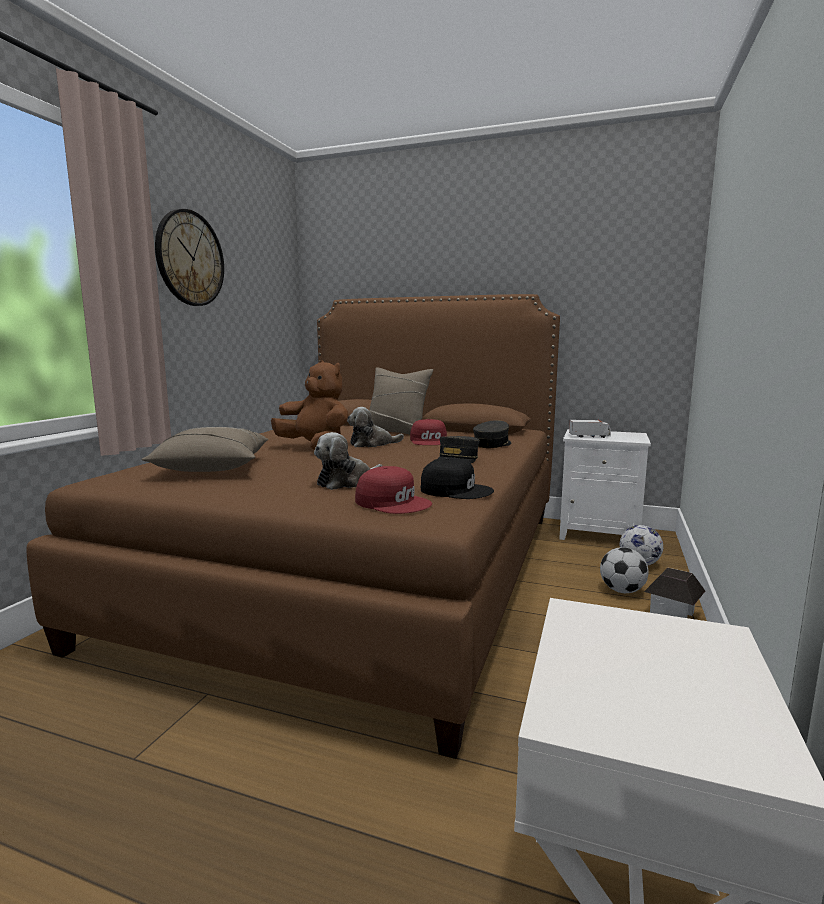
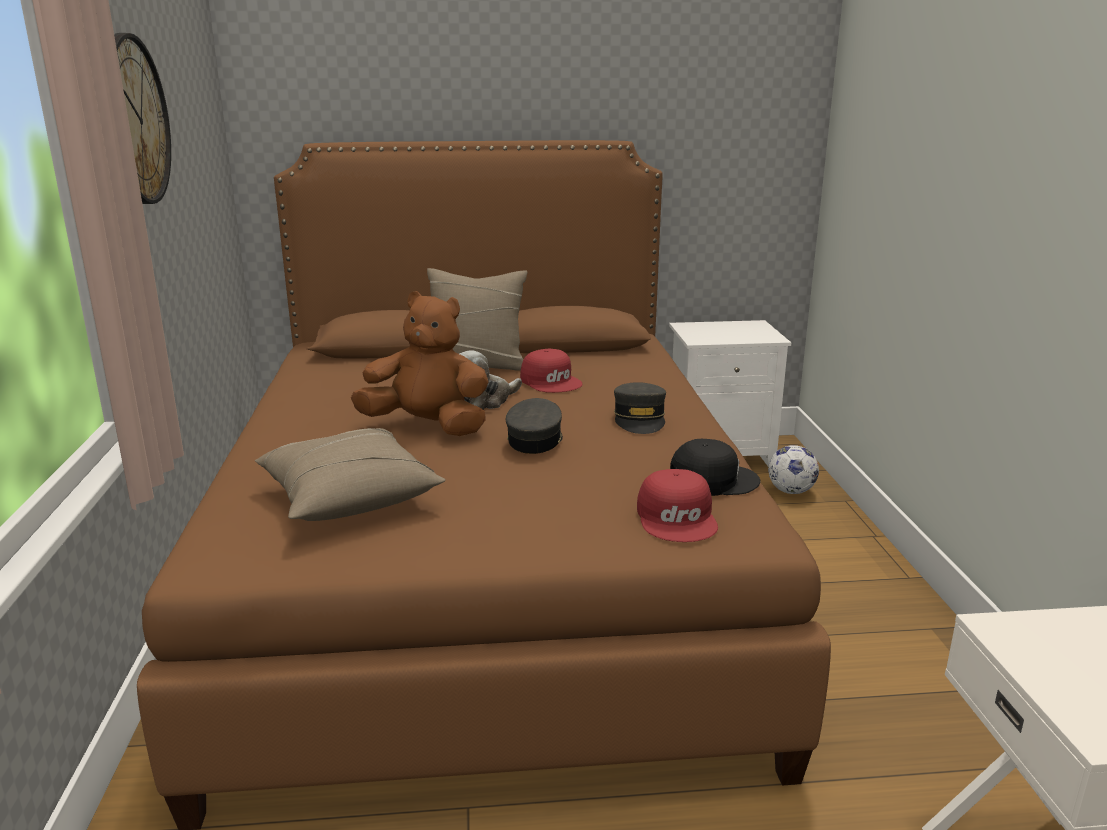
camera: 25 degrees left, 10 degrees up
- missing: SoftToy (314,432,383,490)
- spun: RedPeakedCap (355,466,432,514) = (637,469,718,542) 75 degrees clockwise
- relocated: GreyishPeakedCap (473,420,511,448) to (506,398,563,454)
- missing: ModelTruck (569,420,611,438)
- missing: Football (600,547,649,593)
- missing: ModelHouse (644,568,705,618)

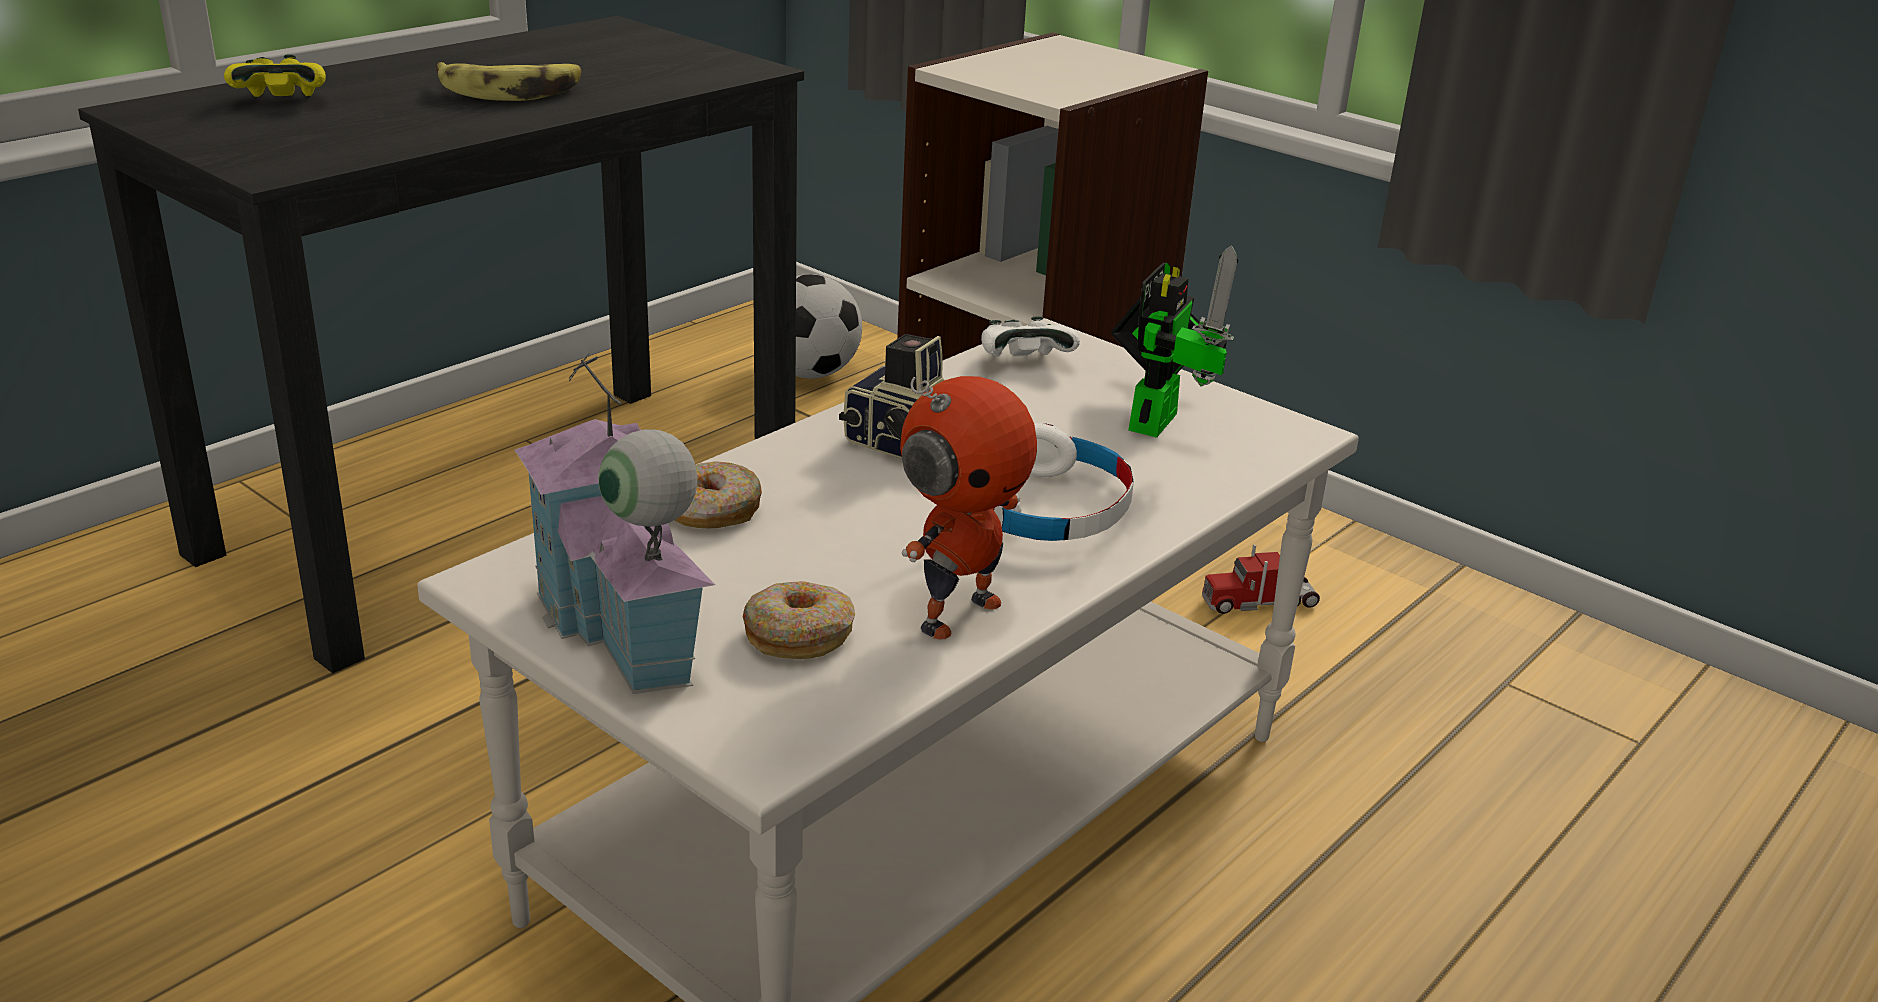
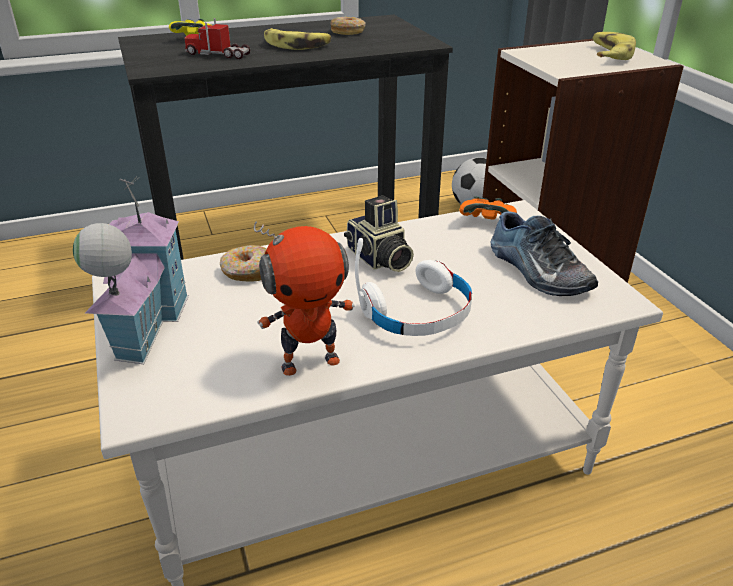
camera: 30 degrees right, 5 degrees up
- relocated: Doughnut (743,581,855,659) to (330,17,366,35)
- colour: WhiteGameController (981,316,1080,356) to OrangeyGameController (459,196,517,219)
- exchanged: RobotFigure (1111,246,1238,438) to Shoe (491,211,598,296)
- relocated: ModelTruck (1202,544,1320,614) to (184,18,250,59)
- appeared: WholeBanana (592,32,636,60)

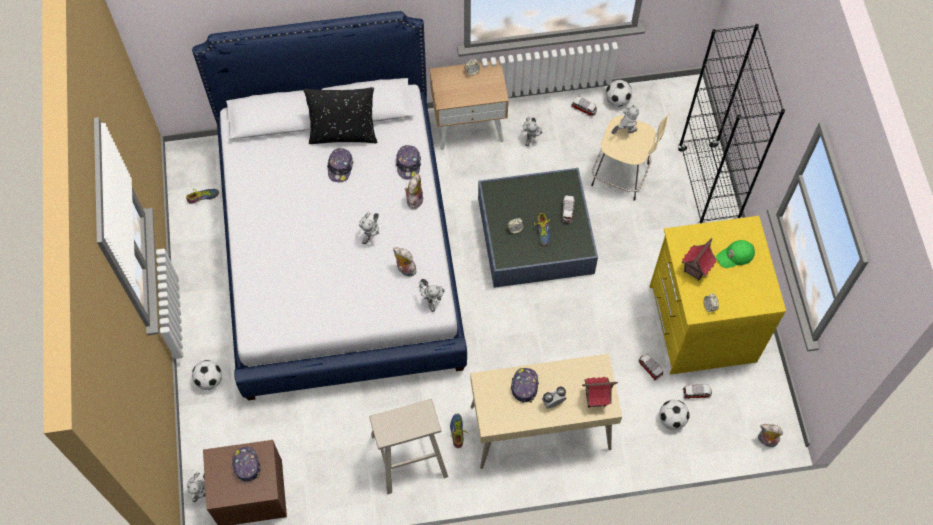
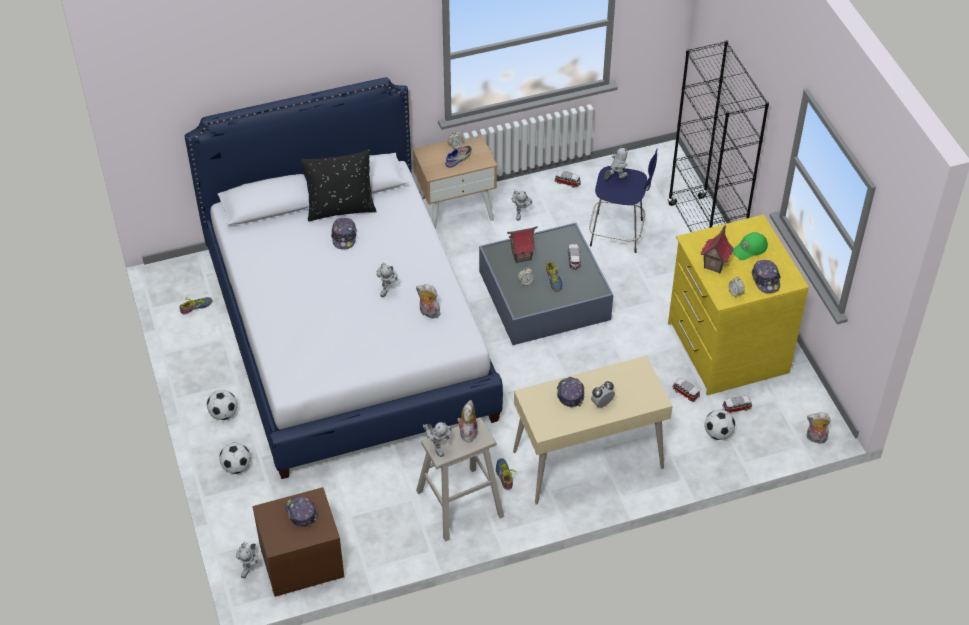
camera: 10 degrees left, 15 degrees down
- relocated: PeakedCap (396,145,421,179) to (752,260,781,293)
- relocated: SoftToy (405,174,424,210) to (457,400,478,444)
- relocated: RobotFigure (419,279,445,312) to (423,422,452,457)
- relocated: ModelHouse (582,377,618,408) to (507,226,538,263)
- colour: BeigeColouredStool (591,114,669,201) to BluishStool (589,149,657,253)
- relocated: Football (606,80,632,106) to (207,390,237,420)
- appeared: Shoe (445,146,472,168)

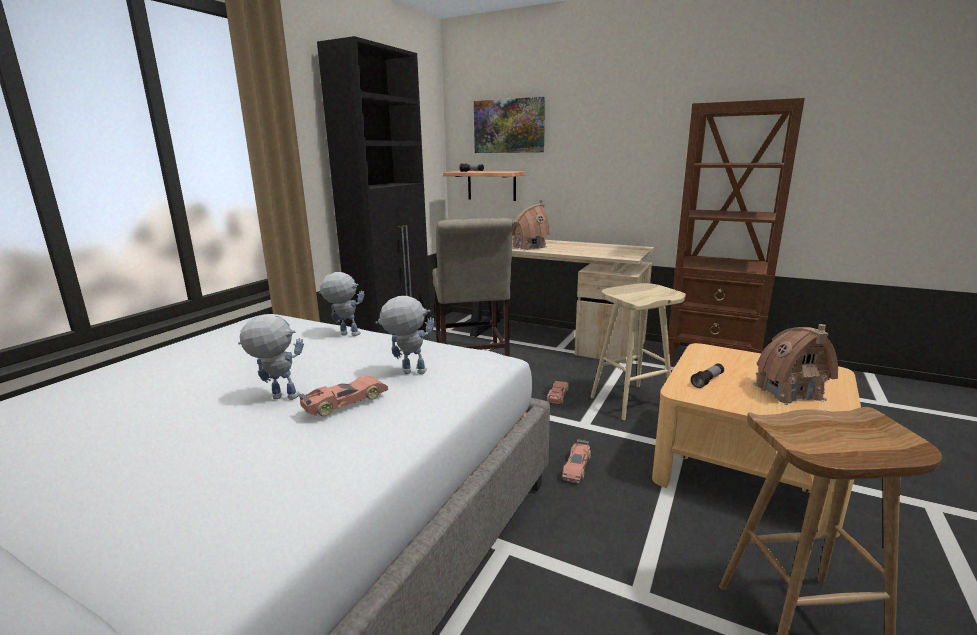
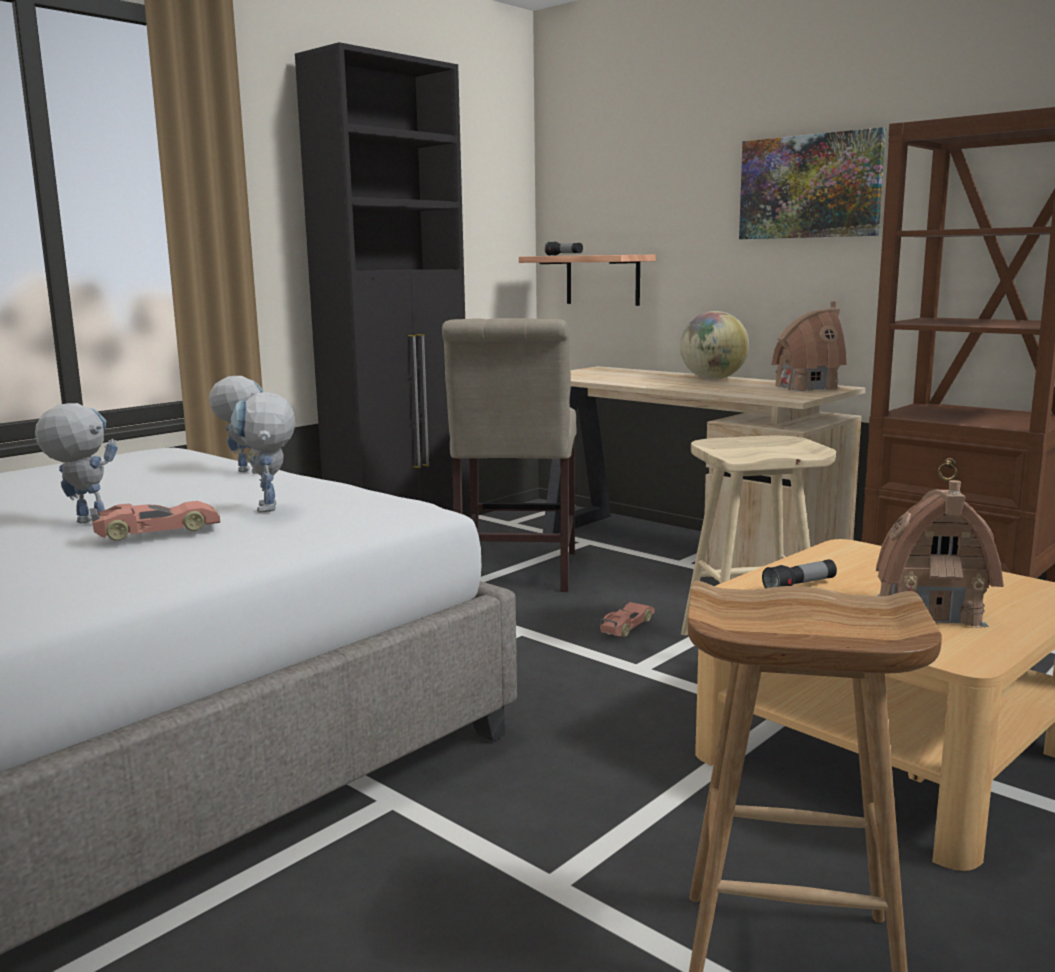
camera: 15 degrees right, 5 degrees down
- spun: RobotFigure (375,296,435,374) = (231,392,296,513) 120 degrees counterclockwise
- relocated: WallPicture (474,97,545,153) to (739,127,886,239)
- relocated: ModelHouse (512,200,550,250) to (771,301,847,392)
- missing: ModelCar (562,439,591,483)
- appeared: Globe (680,311,749,380)

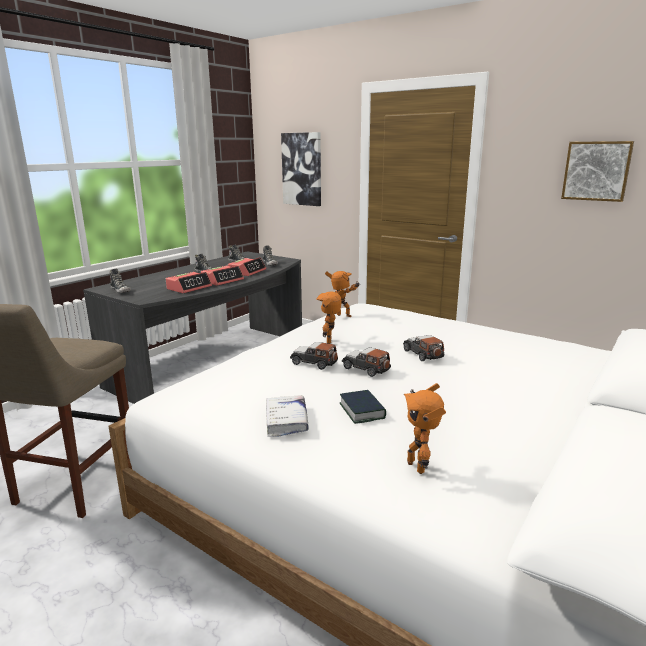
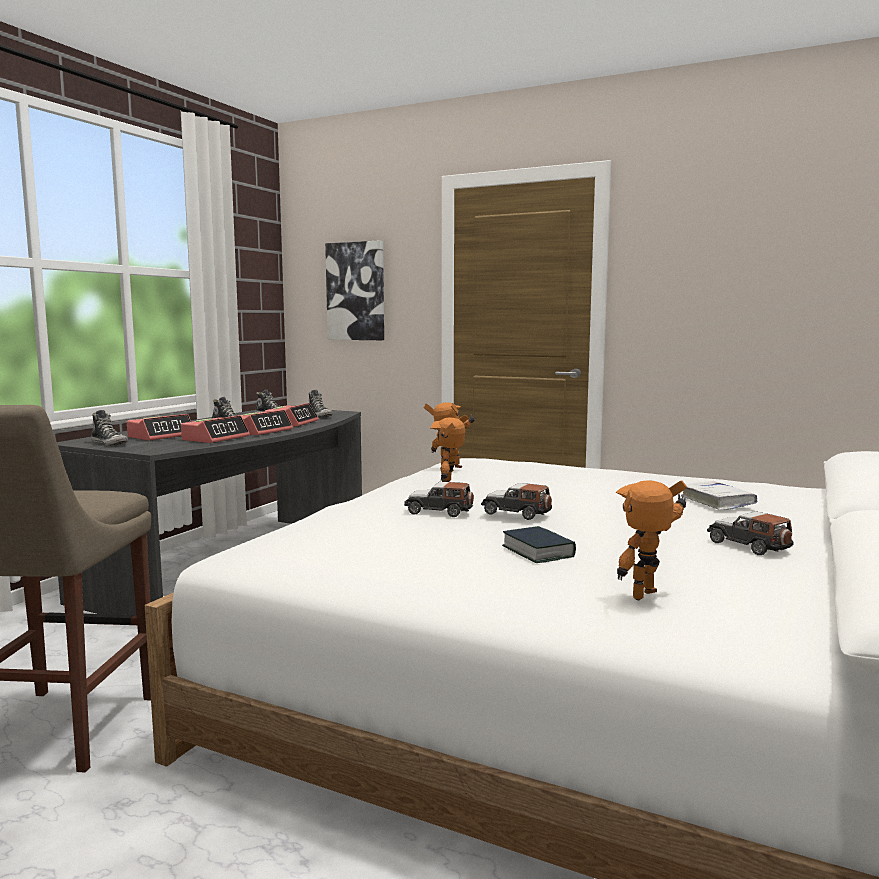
camera: 10 degrees left, 10 degrees down
- relocated: WhiteBook (266,395,309,437) to (681,481,757,510)
- relocated: ModelCar (403,335,444,361) to (707,511,794,555)
- spun: RobotFigure (404,383,446,474) = (616,480,687,600) 75 degrees clockwise
- missing: WallPicture (561,141,634,202)
- appeared: TableClock (127,414,191,441)

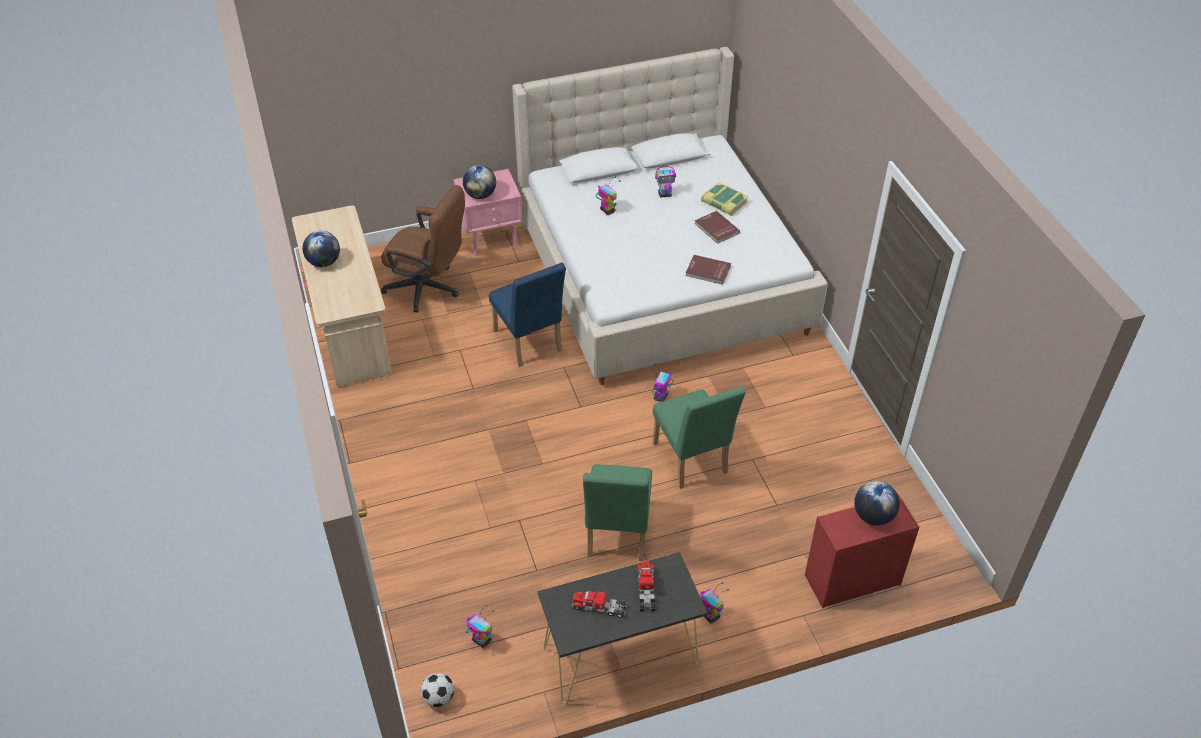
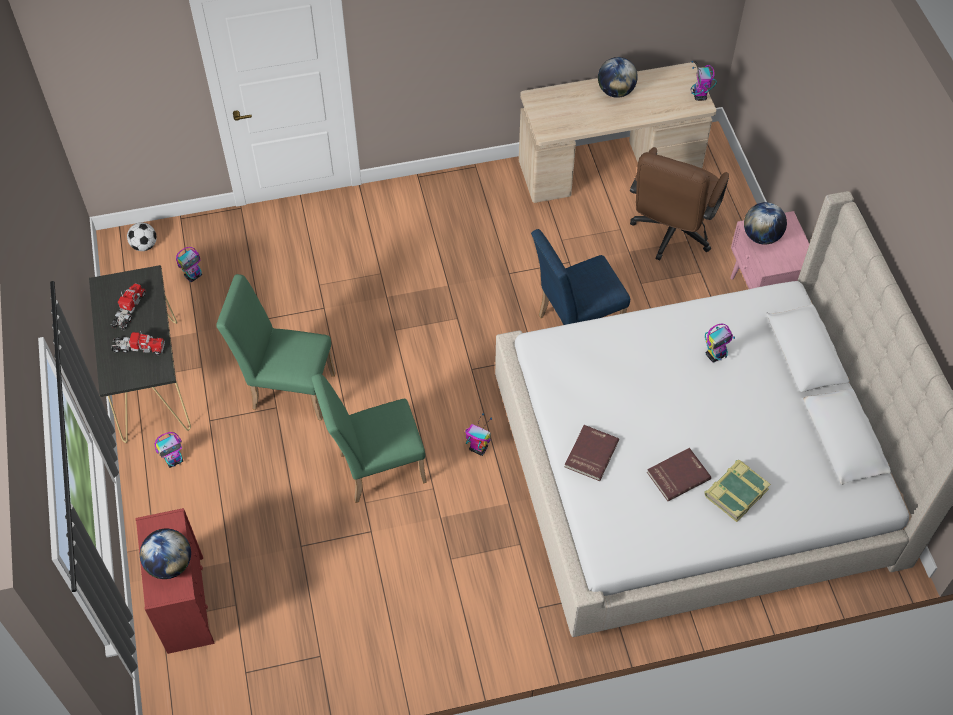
camera: 95 degrees right, 10 degrees up
- relocated: RobotFigure (655,166,676,197) to (691,61,717,101)

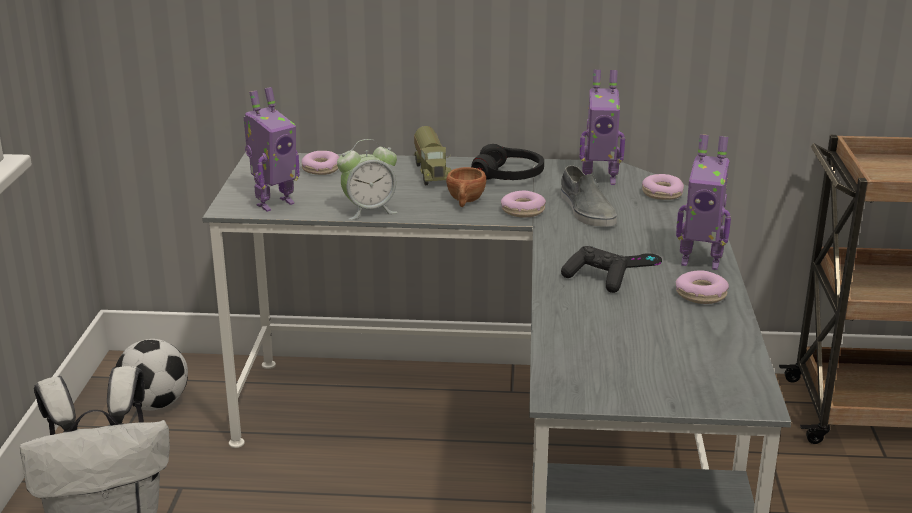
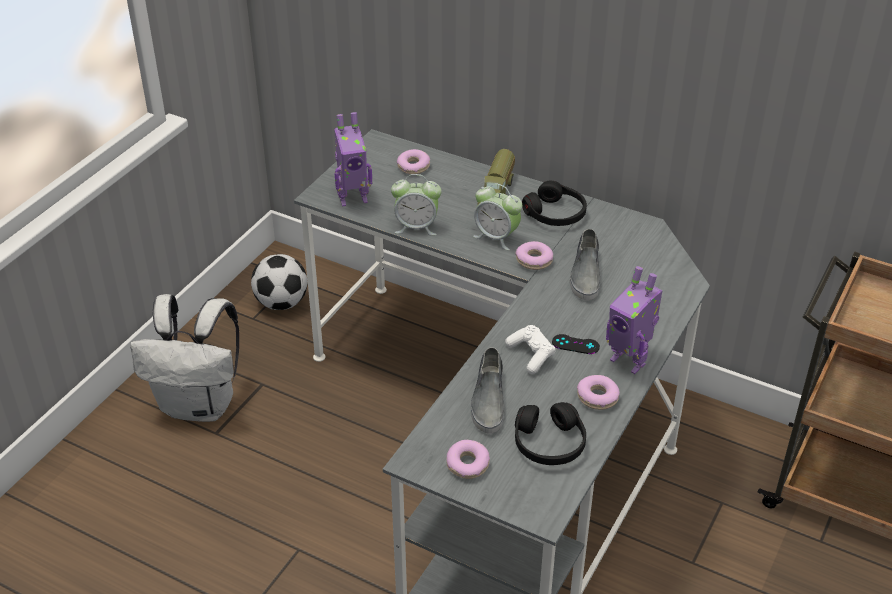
camera: 25 degrees right, 15 degrees up
- exchanged: BrownSmallCup (446,167,486,207) to TableClock (473,184,522,250)
- colour: BlackishGameController (561,246,628,293) to WhiteGameController (505,325,555,374)
- missing: RobotFigure (580,70,625,185)
- relocated: Doughnut (642,174,684,200) to (446,440,490,479)
- appeared: GreyishShoe (471,347,504,434)
- appeared: BlackishHeadphones (515,402,586,465)

